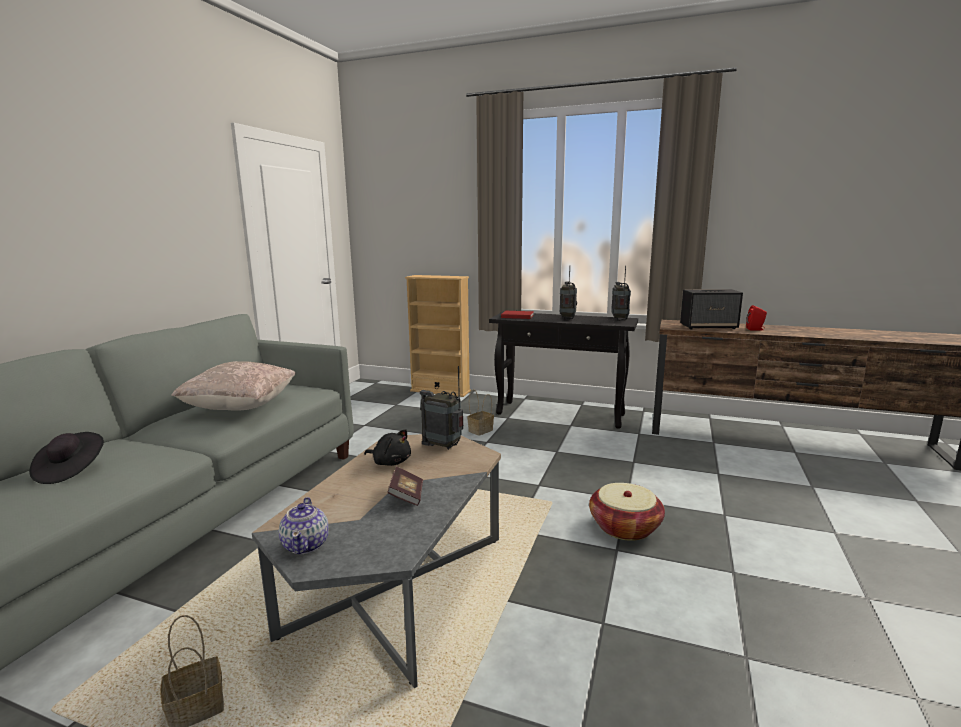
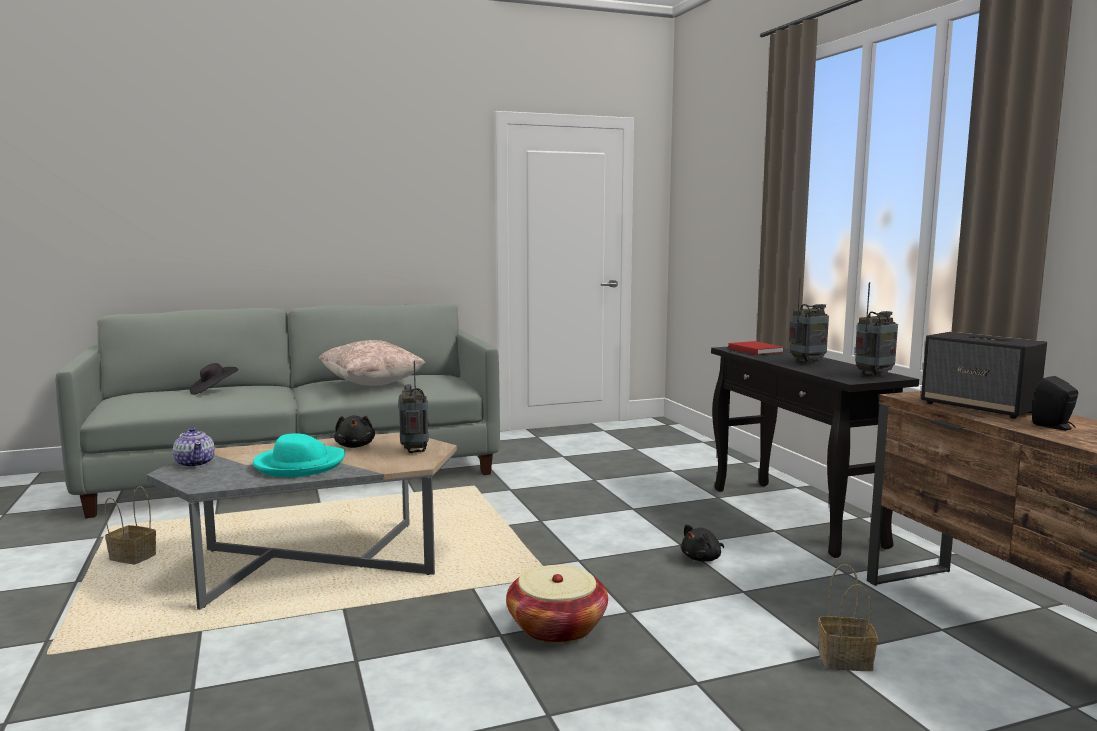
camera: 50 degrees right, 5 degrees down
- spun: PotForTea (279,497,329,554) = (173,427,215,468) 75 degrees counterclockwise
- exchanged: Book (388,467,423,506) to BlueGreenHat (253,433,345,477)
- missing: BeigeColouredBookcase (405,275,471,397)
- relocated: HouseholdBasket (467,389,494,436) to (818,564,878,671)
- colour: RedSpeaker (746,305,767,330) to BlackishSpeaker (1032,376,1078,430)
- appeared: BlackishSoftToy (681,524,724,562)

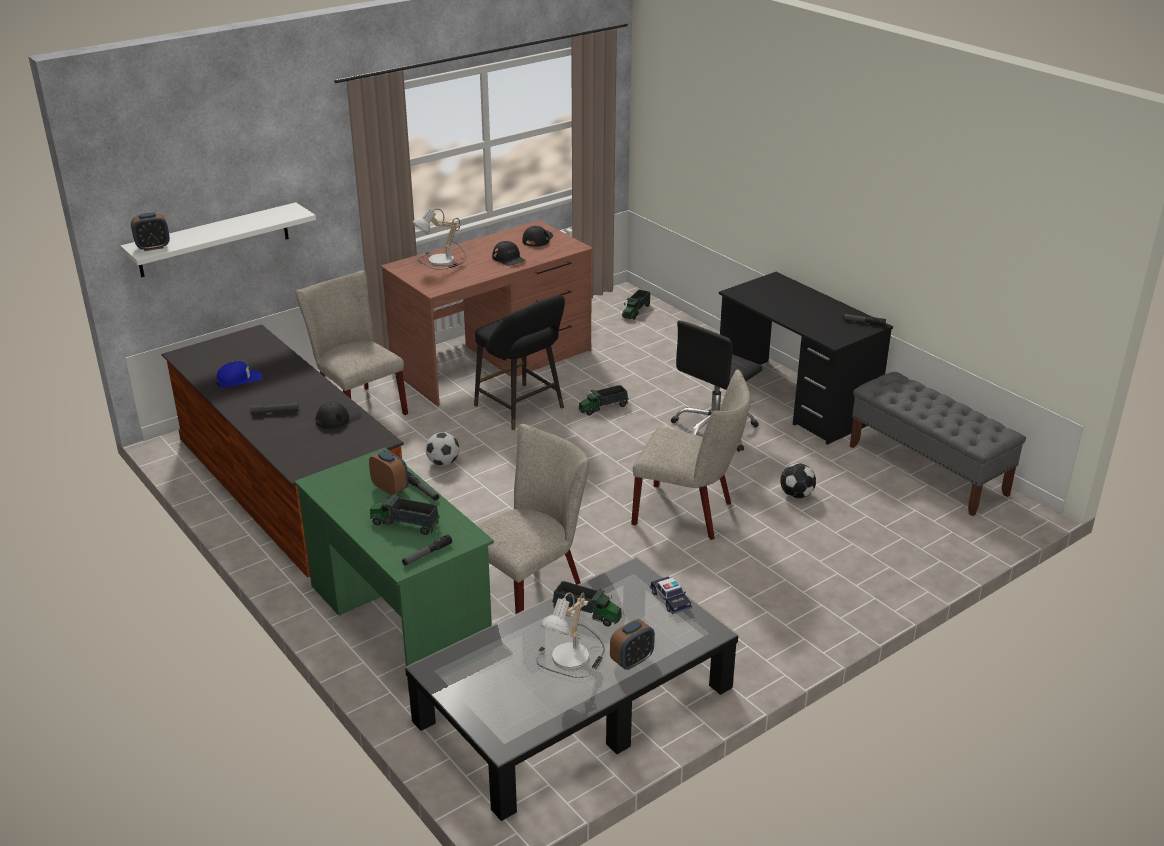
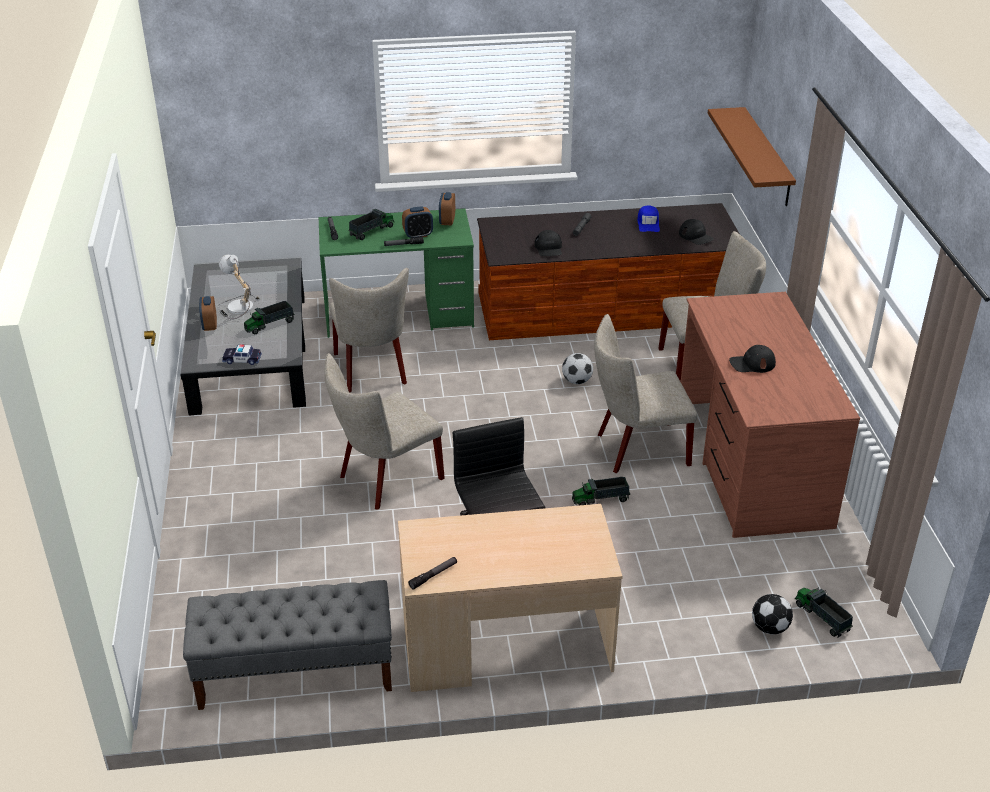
camera: 120 degrees right, 5 degrees up
- colour: WhiteBracketShelf (120,202,316,277) to BrownBracketShelf (708,107,796,206)
- relocated: TableClock (131,212,170,251) to (439,192,455,225)
- missing: LampForATable (412,208,466,270)
- exchanged: BlackishStool (474,295,565,430) to BeigeColouredPlainChair (594,314,697,473)
- relocated: BlackishPeakedCap (522,226,553,247) to (679,219,714,245)
- spun: ModelTruck (579,385,628,416) = (572,477,631,505) 105 degrees counterclockwise
- colour: BlackishDesk (719,272,893,445) to BeigeColouredDesk (398,504,623,692)
- relocated: Football (780,463,816,499) to (752,594,793,634)

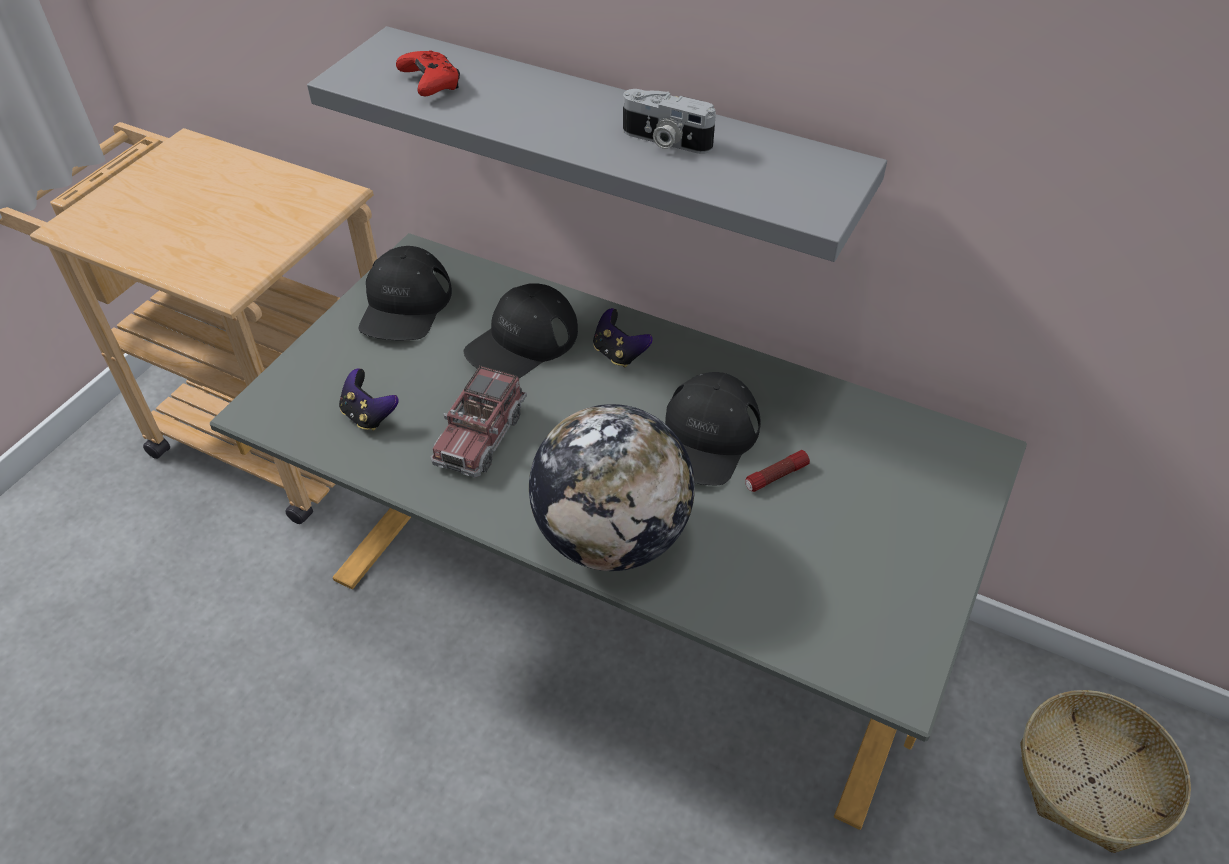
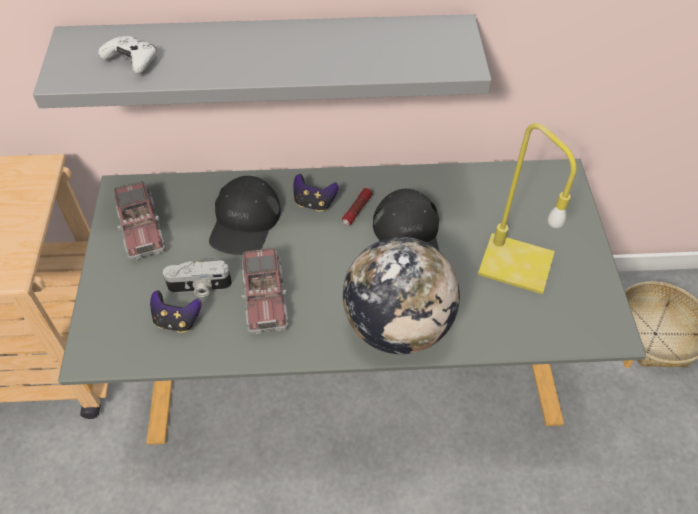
camera: 30 degrees left, 5 degrees up
- exchanged: BlackishPeakedCap (359,246,452,340) to ModelTruck (114,181,166,260)
- colour: RedGameController (396,50,460,96) to WhiteGameController (98,36,157,74)
- relocated: StillCamera (623,89,716,154) to (163,260,232,297)
- relocated: Flashlight (745,450,810,492) to (342,188,372,225)
- appeared: YellowishLampForATable (478,123,577,294)

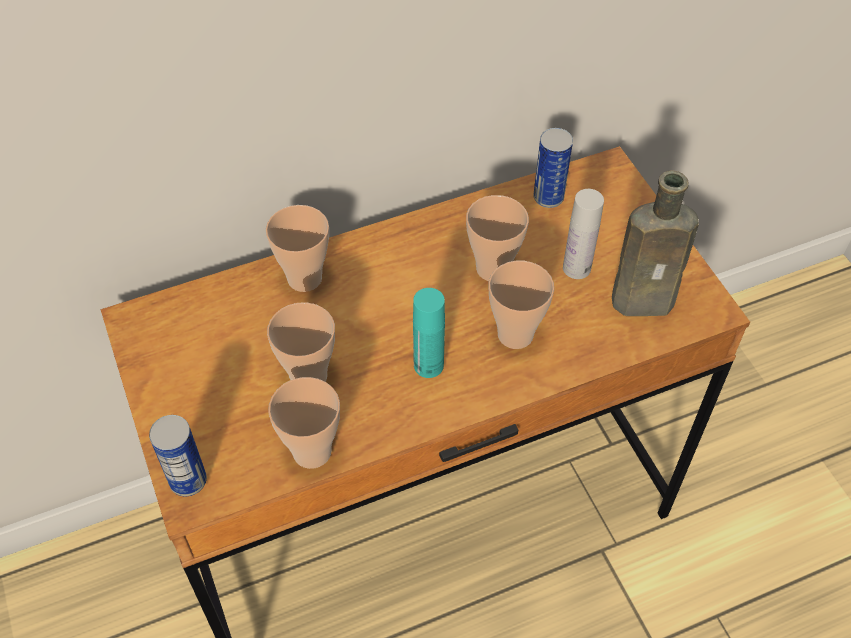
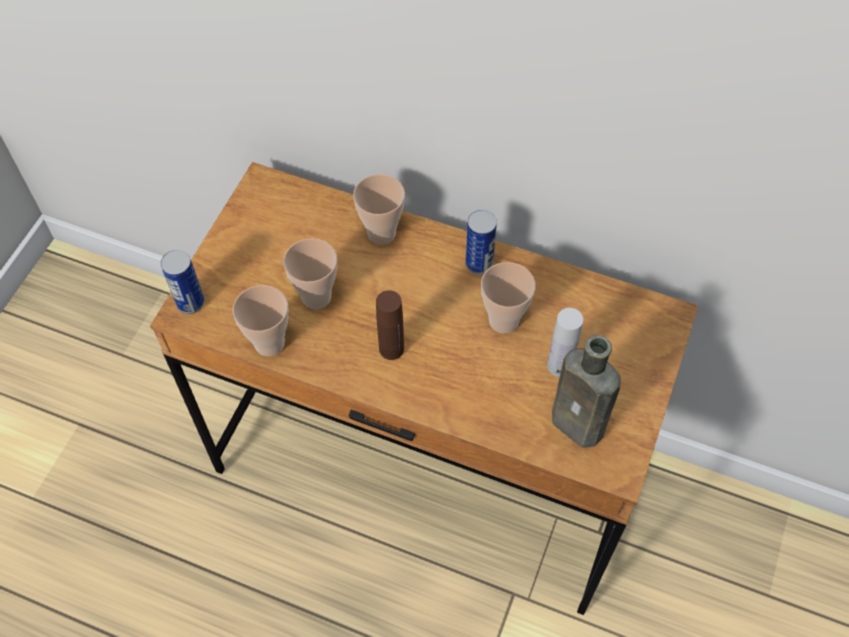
camera: 45 degrees right, 5 degrees up
- colour: BlueGreenDrinkBottle (413,288,445,378) to BrownDrinkBottle (376,290,404,360)
- missing: SmallCup (488,261,554,349)
- relocated: MetalCan (533,128,573,208) to (465,210,497,274)

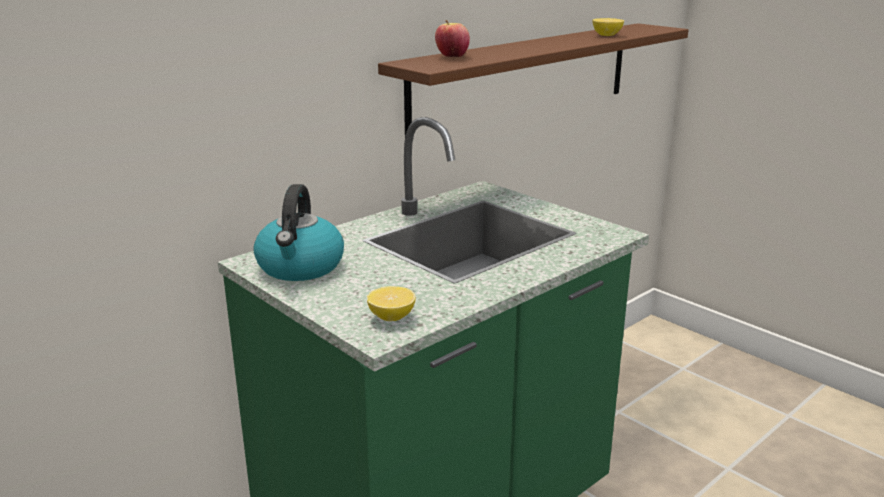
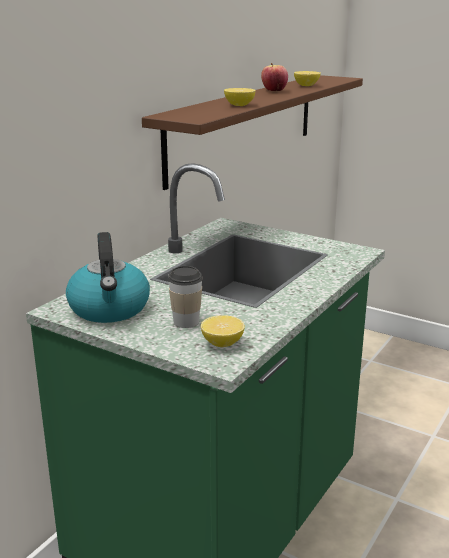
camera: 15 degrees left, 0 degrees up
- relocated: Apple (435,20,470,57) to (261,63,288,92)
- appeared: SmallCup (168,266,203,328)
- appeared: Lemon (224,88,256,106)

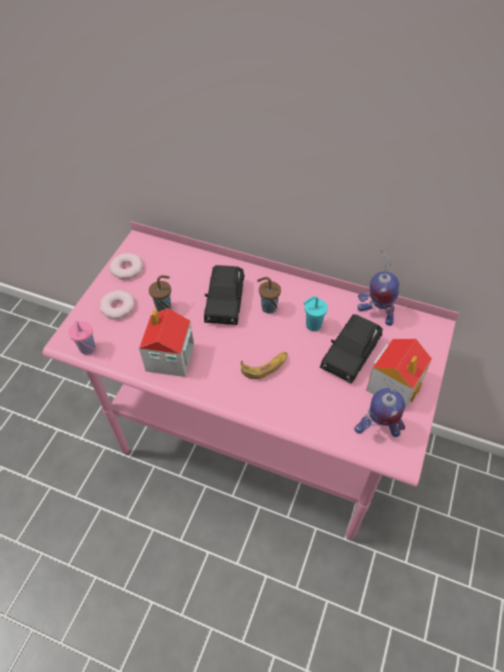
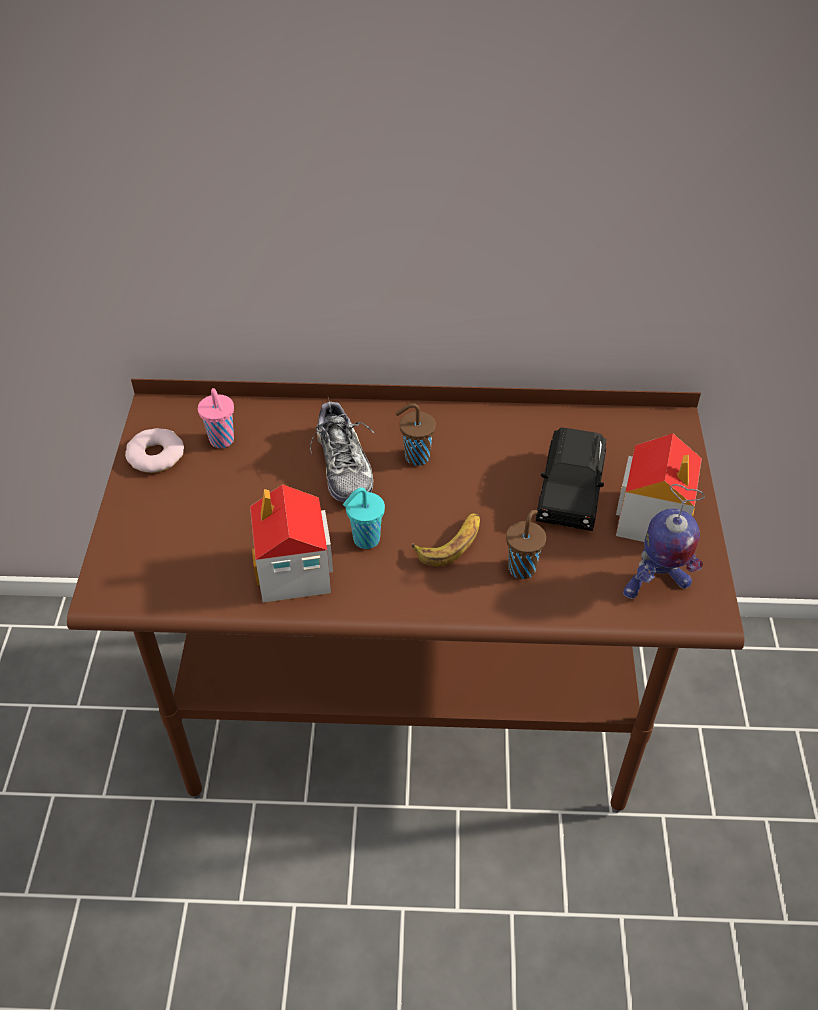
camera: 20 degrees left, 5 degrees down
- colour: PinkishDesk (43,221,459,540) to BrownDesk (67,379,744,813)
- relocated: PinkishSmallCup (69,321,96,355) to (198,388,234,448)
- missing: Doughnut (100,290,135,319)
- relocated: BrownSmallCup (149,275,171,312) to (506,510,546,579)
- exchanged: BlackishModelCar (204,265,245,325) to Shoe (310,397,375,502)
- relocated: BlueGreenSmallCup (303,296,328,331) to (343,487,385,549)
- missing: RobotFigure (357,250,399,326)

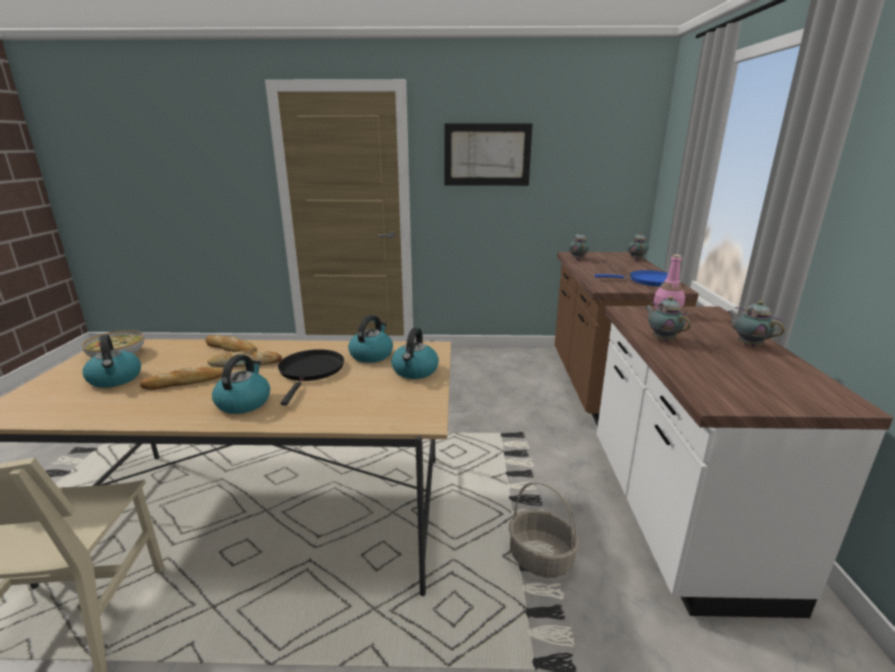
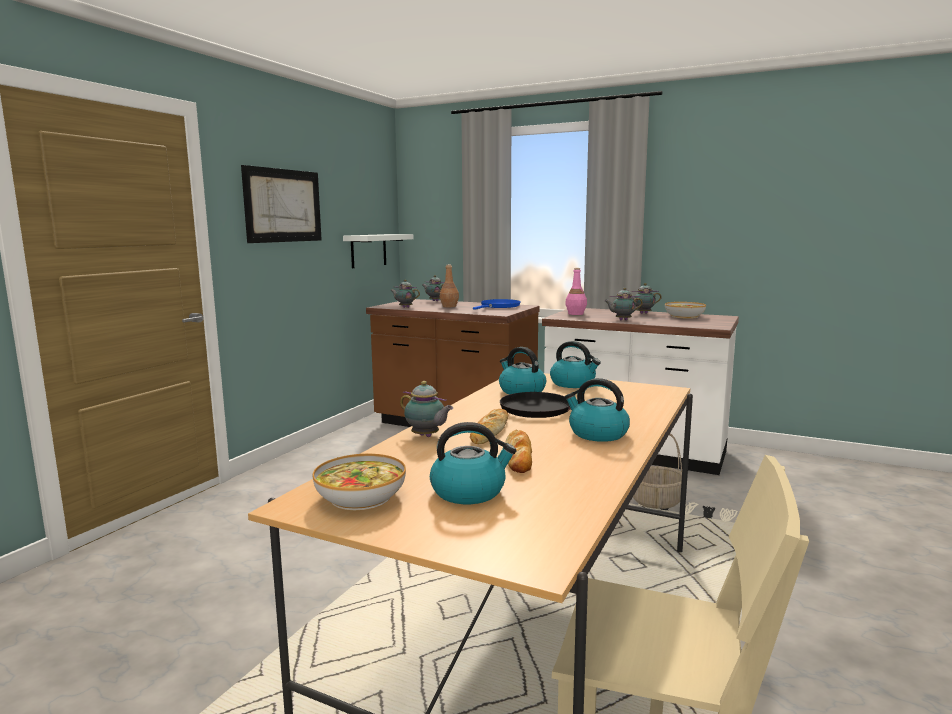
camera: 65 degrees left, 10 degrees down
- exchanged: BakedBread (205,335,257,353) to PotForTea (400,381,453,437)
- appeared: WhiteBracketShelf (343,234,414,268)
- appeared: BrownDrinkBottle (440,265,459,307)
- appeared: ServingBowl (665,302,706,319)

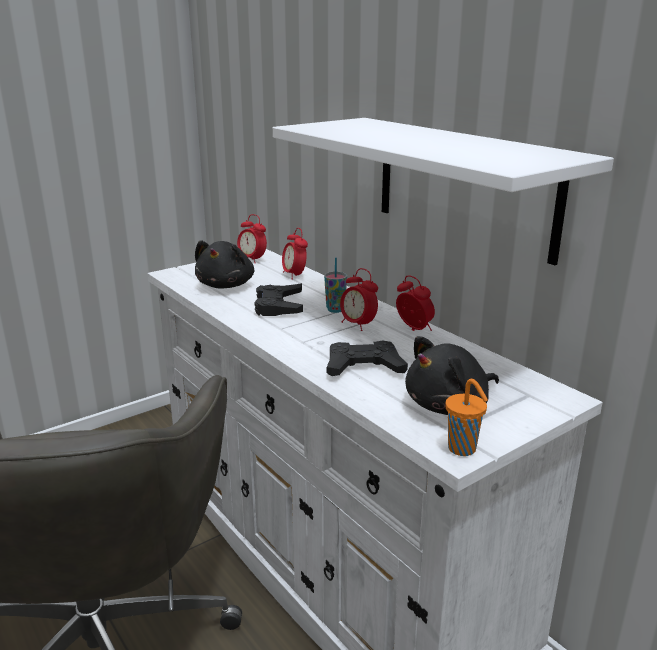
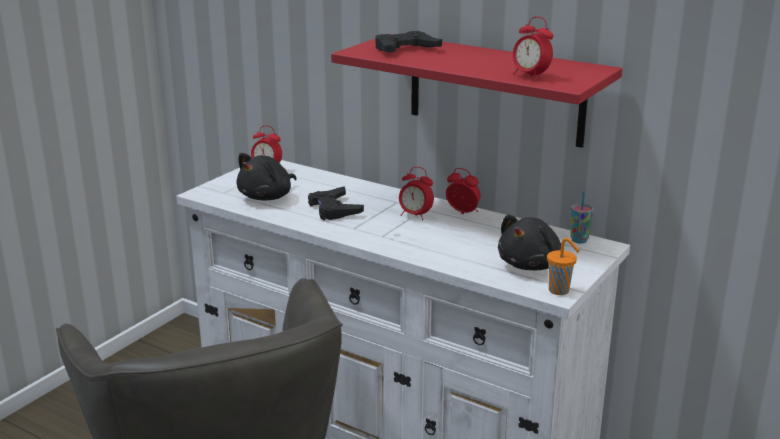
camera: 20 degrees left, 0 degrees up
- spun: BlackishSoftToy (195,240,254,288) = (237,153,297,201) 45 degrees clockwise
- colour: WhiteBracketShelf (273,118,614,265) to RedBracketShelf (331,34,623,148)
- relocated: TableClock (282,228,308,280) to (513,16,553,80)
- relocated: SmallCup (324,257,347,313) to (570,191,593,244)
- relocated: BlackishGameController (327,341,408,376) to (376,31,442,52)

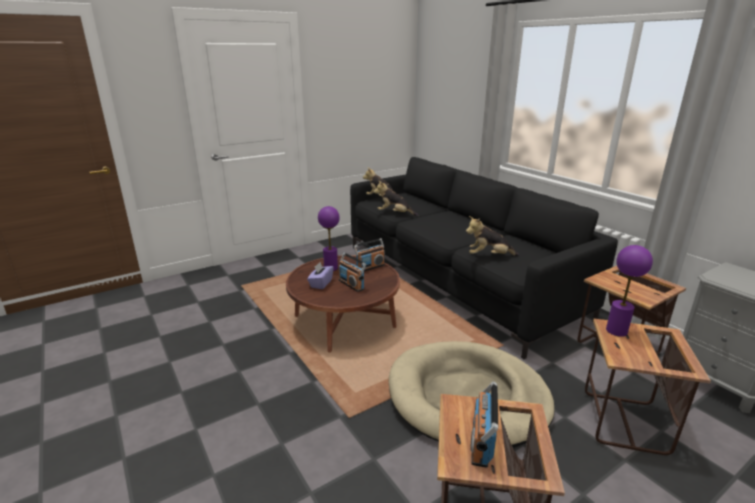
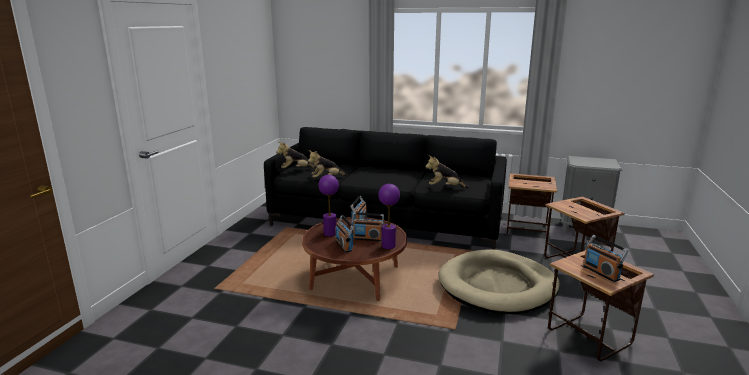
camera: 40 degrees left, 5 degrees down
- exchanged: PurplishTissueBox (307,262,334,289) to RadioSet (335,215,354,253)
- spun: SoftToy (466,216,519,256) = (425,155,469,188) 45 degrees clockwise
- relocated: PurplishLampForATable (606,245,653,337) to (378,184,400,249)

